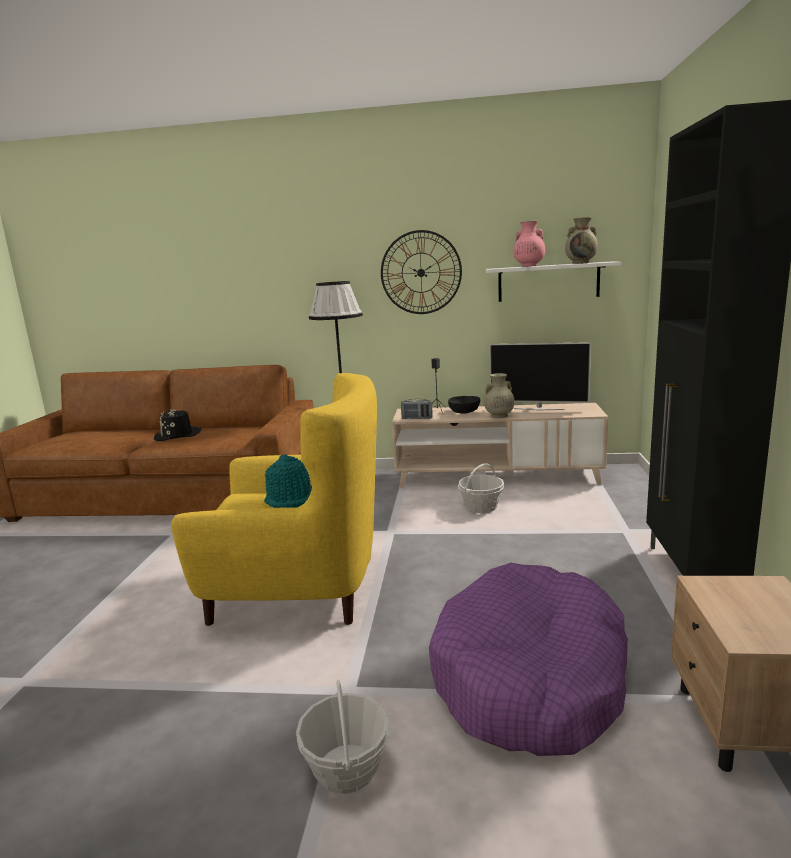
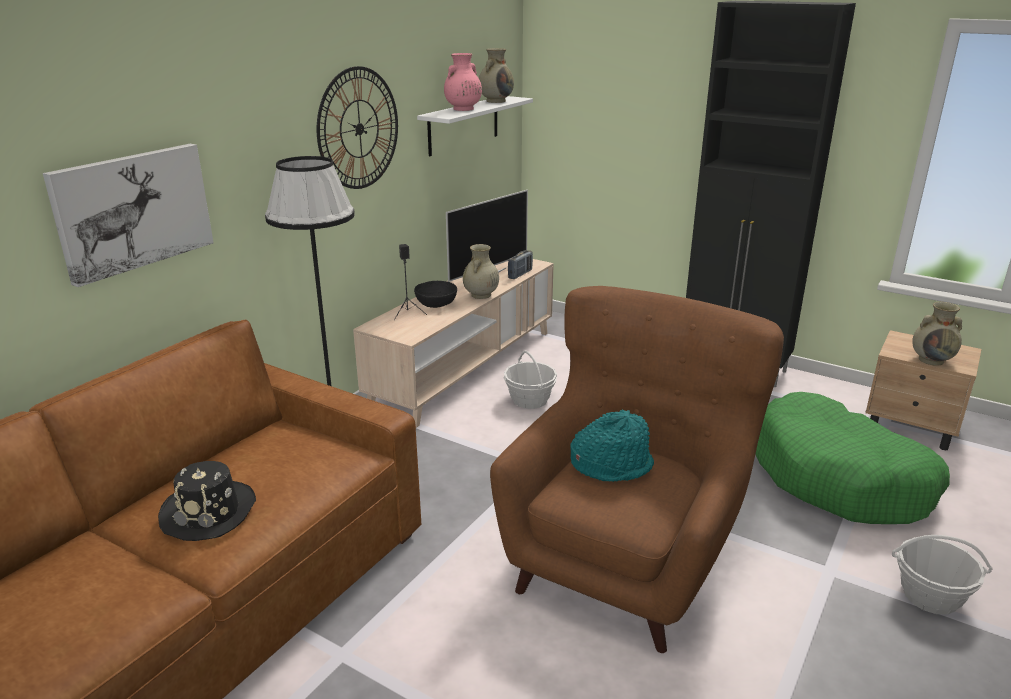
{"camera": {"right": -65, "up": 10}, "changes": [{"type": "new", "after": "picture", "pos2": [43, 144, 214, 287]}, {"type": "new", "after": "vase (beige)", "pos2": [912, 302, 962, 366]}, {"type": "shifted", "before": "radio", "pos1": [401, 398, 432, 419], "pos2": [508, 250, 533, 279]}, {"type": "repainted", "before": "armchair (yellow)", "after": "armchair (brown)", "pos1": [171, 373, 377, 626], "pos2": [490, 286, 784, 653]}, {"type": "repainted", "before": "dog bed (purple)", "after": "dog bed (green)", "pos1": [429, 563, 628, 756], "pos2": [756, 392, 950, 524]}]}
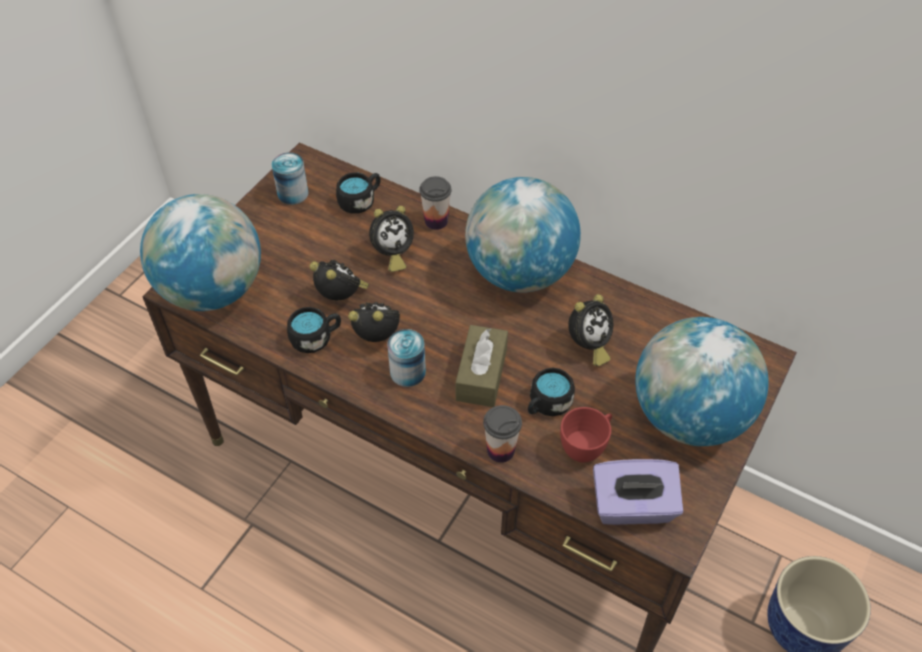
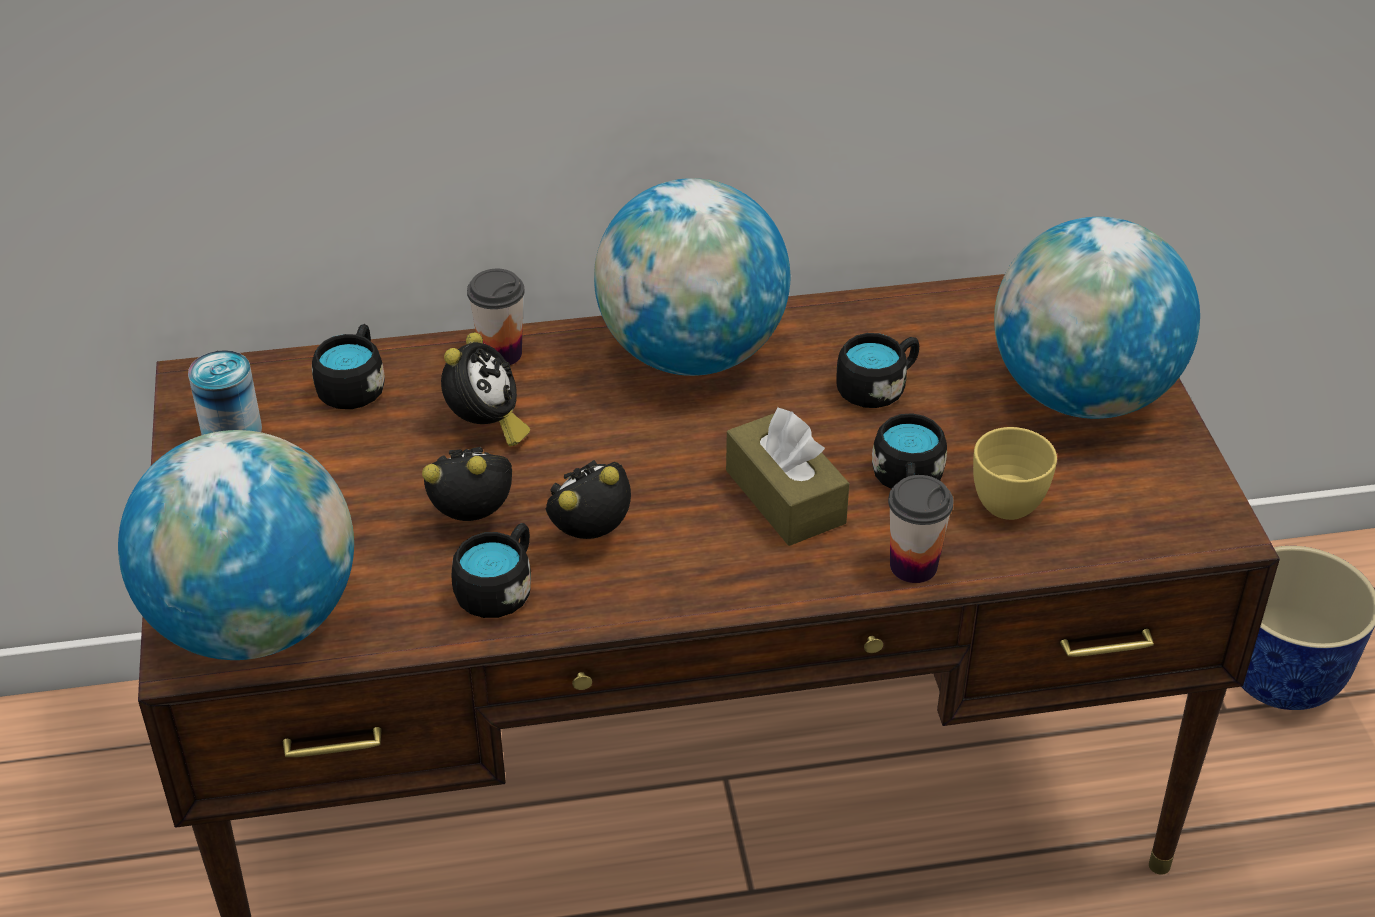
{"camera": {"right": -40, "up": -10}, "changes": [{"type": "gone", "before": "can", "pos1": [387, 329, 426, 387]}, {"type": "gone", "before": "tissue box (purple)", "pos1": [593, 459, 683, 525]}, {"type": "swapped", "before": "alarm clock", "after": "mug (black)", "pos1": [568, 294, 613, 366], "pos2": [837, 333, 919, 408]}, {"type": "repainted", "before": "cup (red)", "after": "cup (yellow)", "pos1": [560, 407, 612, 462], "pos2": [973, 427, 1057, 520]}]}
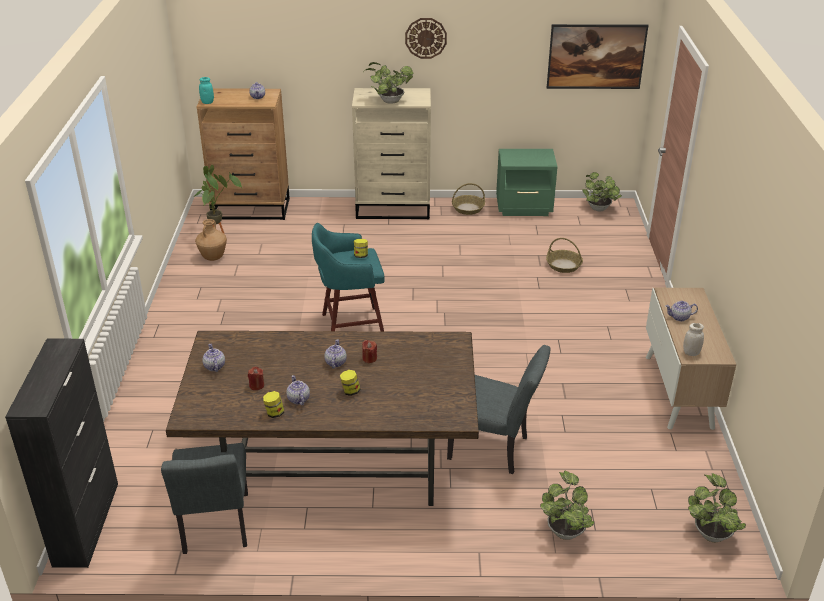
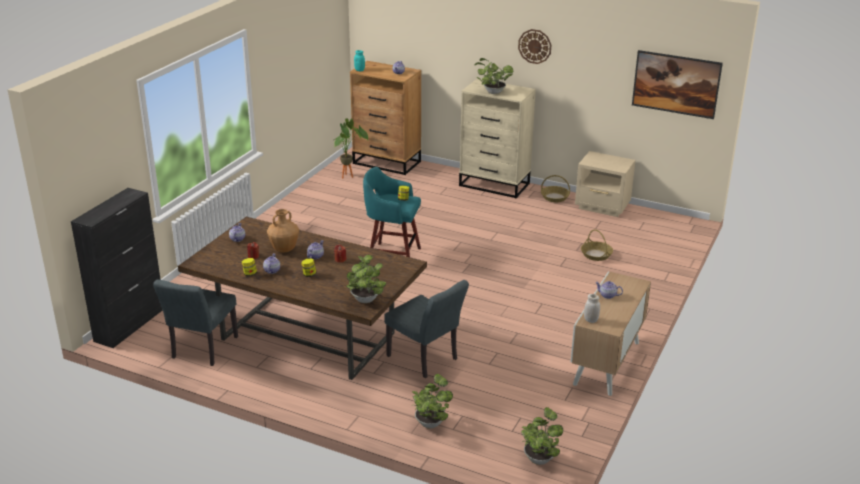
{"camera": {"right": 25, "up": -5}, "changes": [{"type": "shifted", "before": "vase (brown)", "pos1": [195, 219, 227, 261], "pos2": [267, 209, 299, 253]}, {"type": "shifted", "before": "potted plant", "pos1": [582, 172, 622, 211], "pos2": [346, 255, 386, 303]}, {"type": "repainted", "before": "nightstand (green)", "after": "nightstand (beige)", "pos1": [496, 149, 558, 216], "pos2": [575, 151, 636, 217]}]}
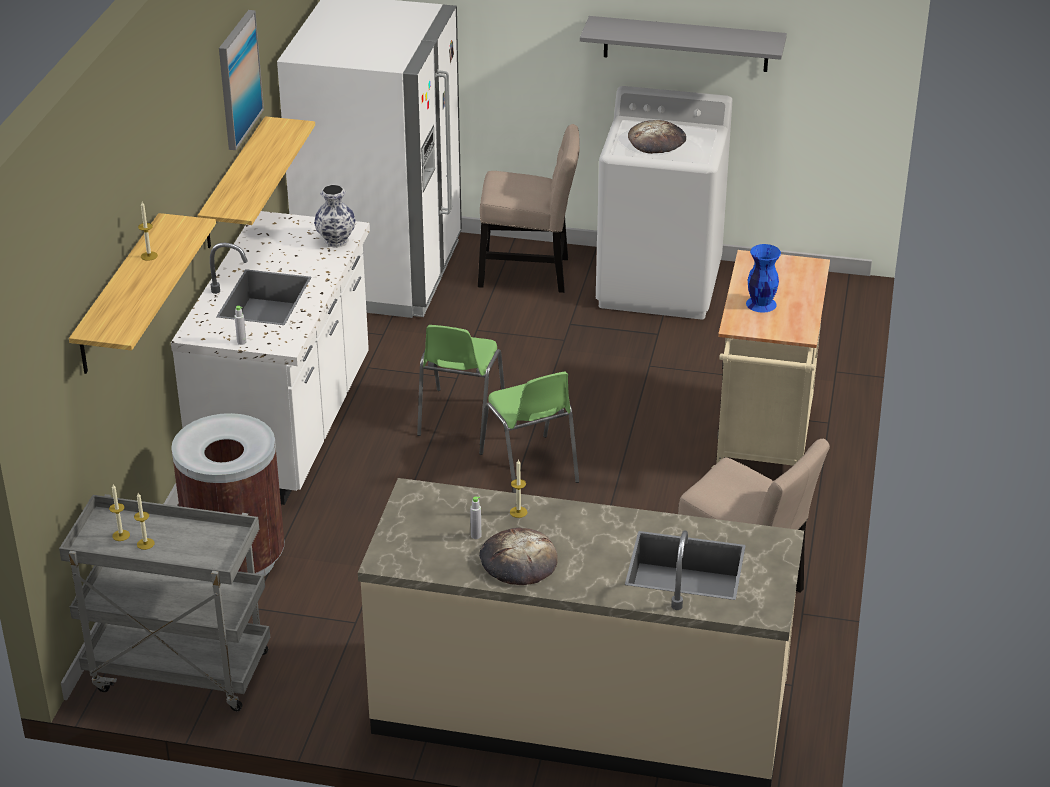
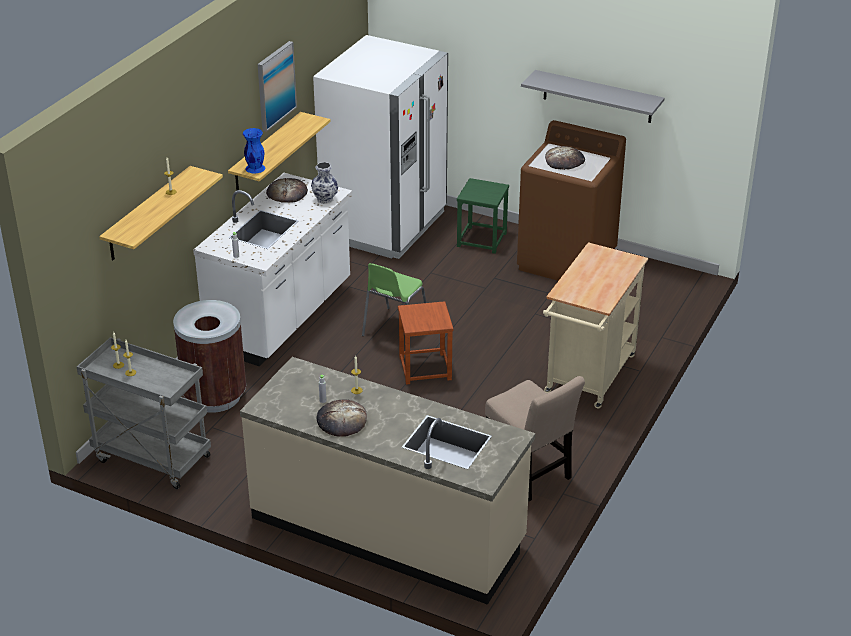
{"camera": {"right": 15, "up": 0}, "changes": [{"type": "new", "after": "bread", "pos2": [266, 178, 308, 203]}, {"type": "shifted", "before": "vase (blue)", "pos1": [746, 244, 781, 313], "pos2": [243, 128, 265, 173]}, {"type": "swapped", "before": "chair (beige)", "after": "stool (green)", "pos1": [478, 124, 580, 293], "pos2": [457, 178, 509, 254]}, {"type": "swapped", "before": "chair (green)", "after": "stool (brown)", "pos1": [479, 372, 579, 493], "pos2": [398, 301, 454, 385]}, {"type": "repainted", "before": "washing machine (white)", "after": "washing machine (brown)", "pos1": [596, 86, 733, 319], "pos2": [517, 120, 626, 281]}]}
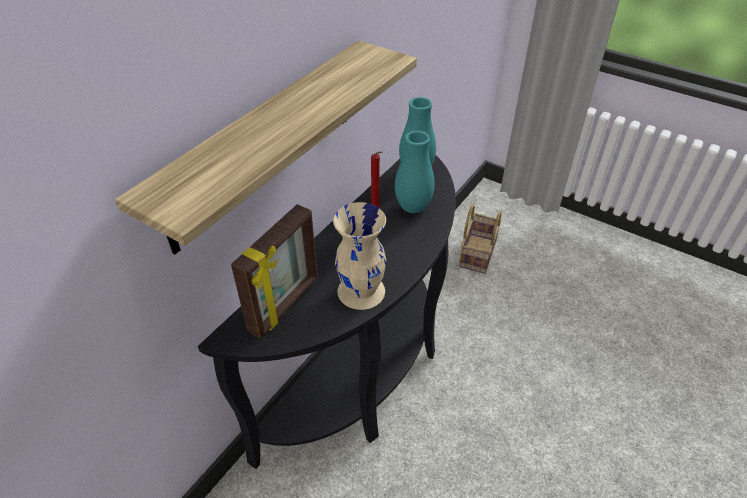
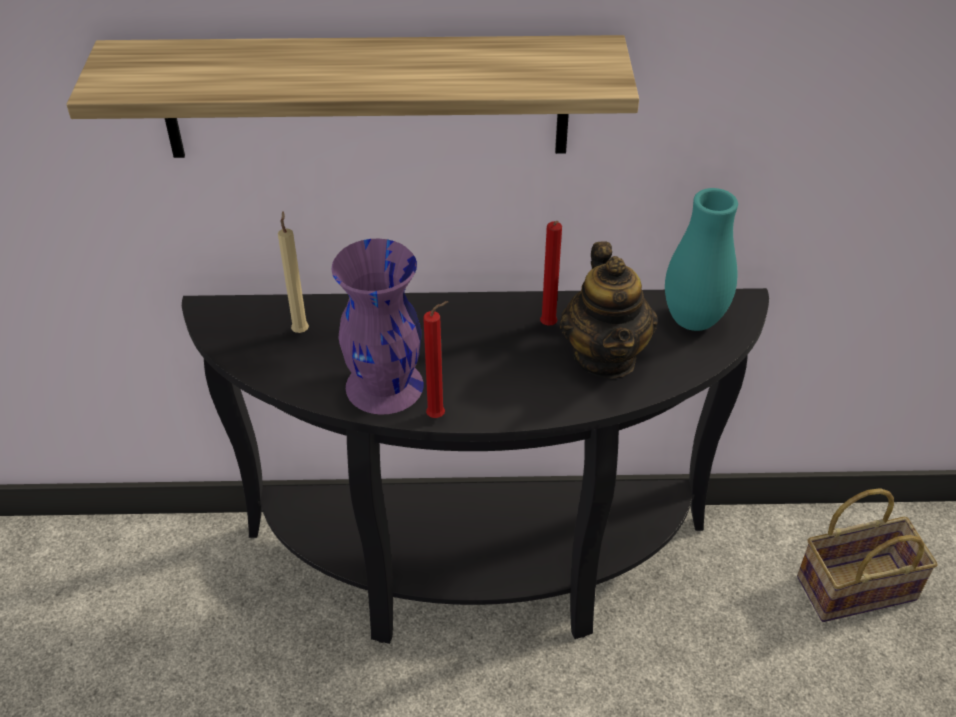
{"camera": {"right": 55, "up": 0}, "changes": [{"type": "new", "after": "candle (red)", "pos2": [423, 301, 449, 418]}, {"type": "swapped", "before": "picture frame", "after": "candle (beige)", "pos1": [231, 204, 318, 339], "pos2": [278, 211, 309, 333]}, {"type": "swapped", "before": "vase (turquoise)", "after": "teapot", "pos1": [395, 131, 435, 213], "pos2": [560, 241, 658, 379]}, {"type": "repainted", "before": "vase (beige)", "after": "vase (purple)", "pos1": [333, 202, 386, 310], "pos2": [331, 239, 423, 414]}]}
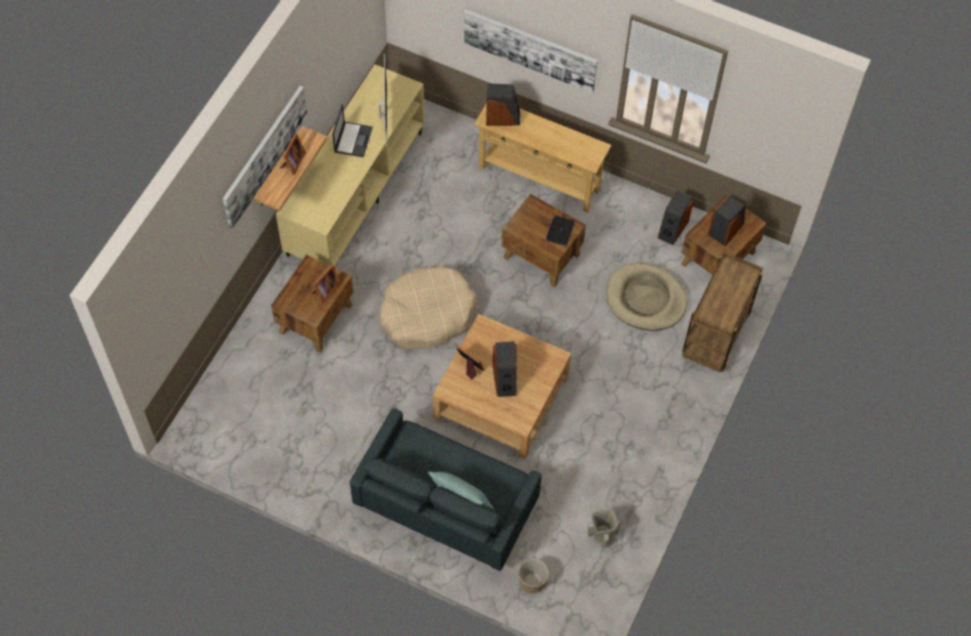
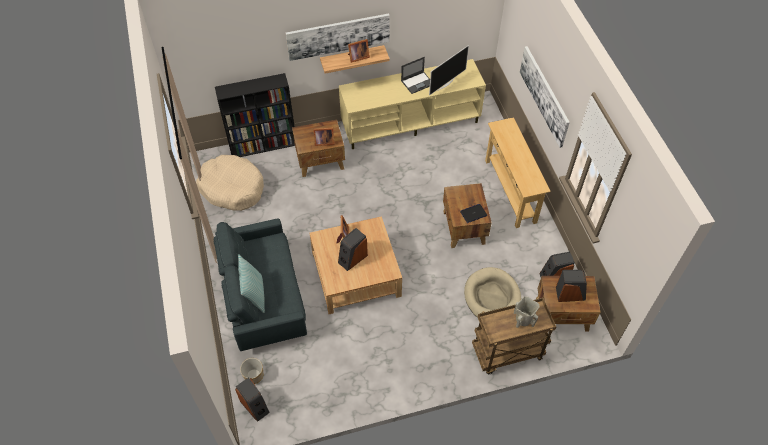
{"camera": {"right": 50, "up": -5}, "changes": [{"type": "new", "after": "bookcase (black)", "pos2": [215, 73, 295, 157]}, {"type": "shifted", "before": "dog bed (beige)", "pos1": [379, 267, 477, 349], "pos2": [196, 155, 264, 211]}, {"type": "shifted", "before": "speaker", "pos1": [486, 83, 520, 126], "pos2": [235, 377, 270, 422]}, {"type": "shifted", "before": "vase (beige)", "pos1": [588, 508, 621, 548], "pos2": [514, 296, 540, 328]}]}
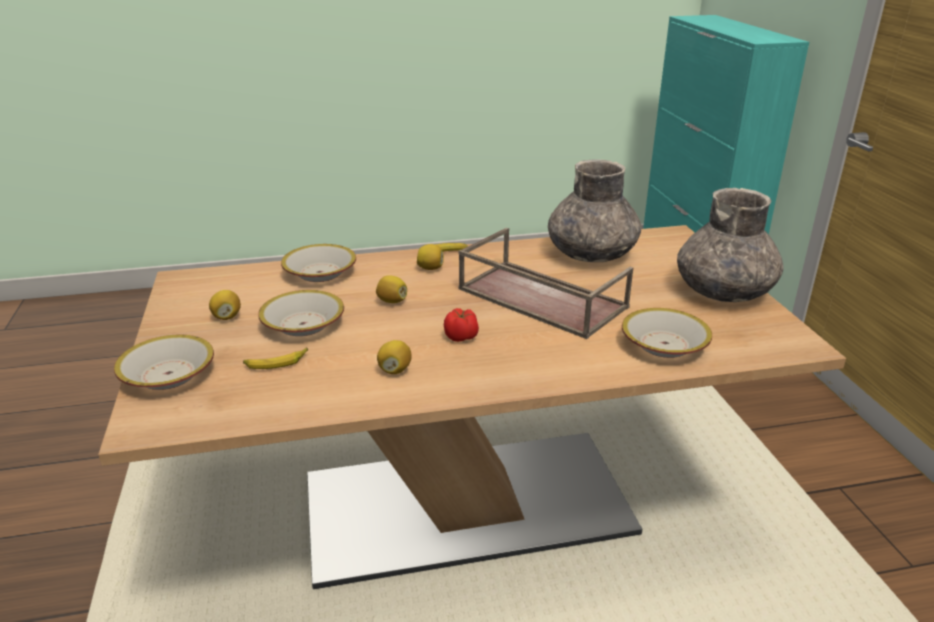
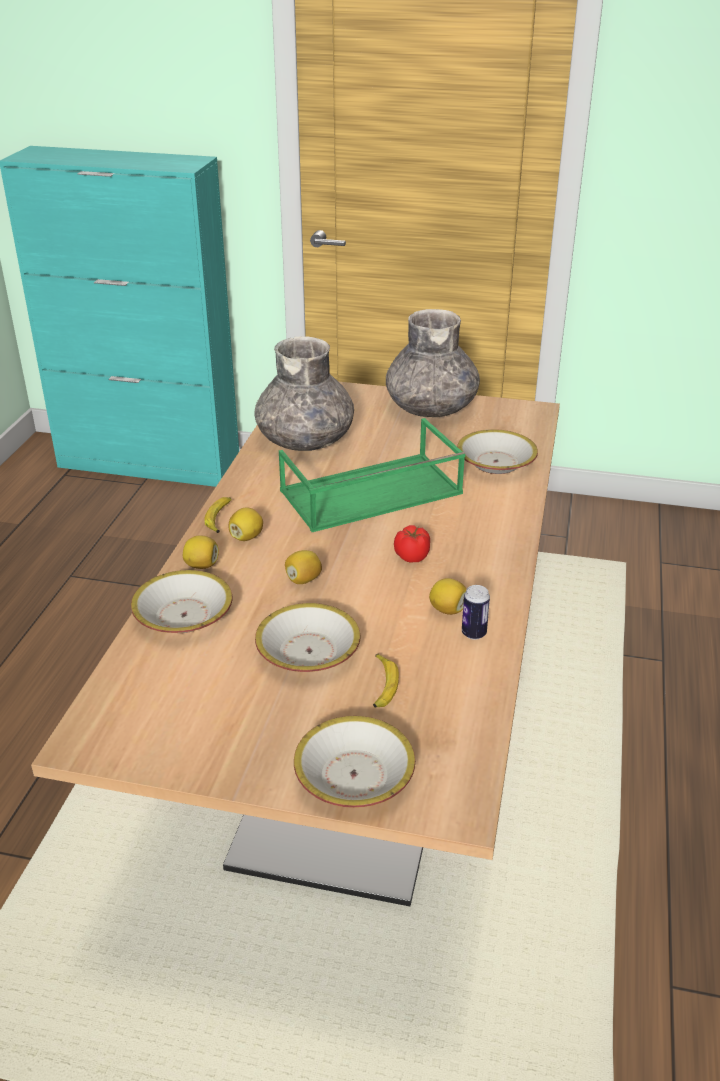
{"camera": {"right": -65, "up": 5}, "changes": [{"type": "new", "after": "can", "pos2": [462, 585, 490, 640]}, {"type": "shifted", "before": "lemon", "pos1": [209, 290, 241, 320], "pos2": [183, 536, 219, 569]}, {"type": "repainted", "before": "tray (brown)", "after": "tray (green)", "pos1": [459, 228, 633, 339], "pos2": [279, 418, 465, 532]}]}
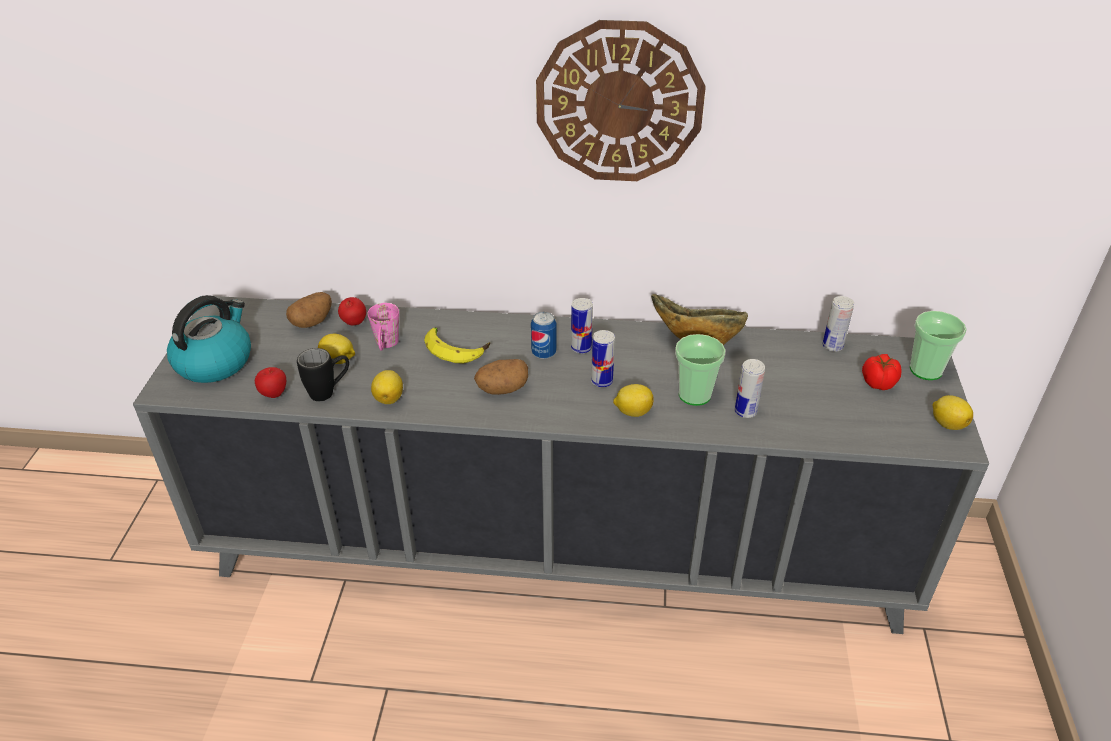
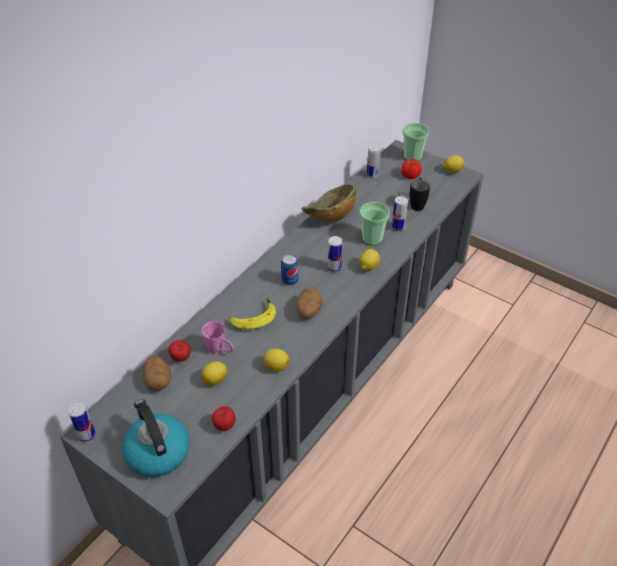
{"camera": {"right": -60, "up": 5}, "changes": [{"type": "gone", "before": "wall clock", "pos1": [536, 20, 706, 181]}, {"type": "shifted", "before": "mug (black)", "pos1": [297, 348, 349, 401], "pos2": [410, 178, 430, 211]}, {"type": "shifted", "before": "can", "pos1": [571, 298, 593, 354], "pos2": [68, 402, 96, 442]}]}
